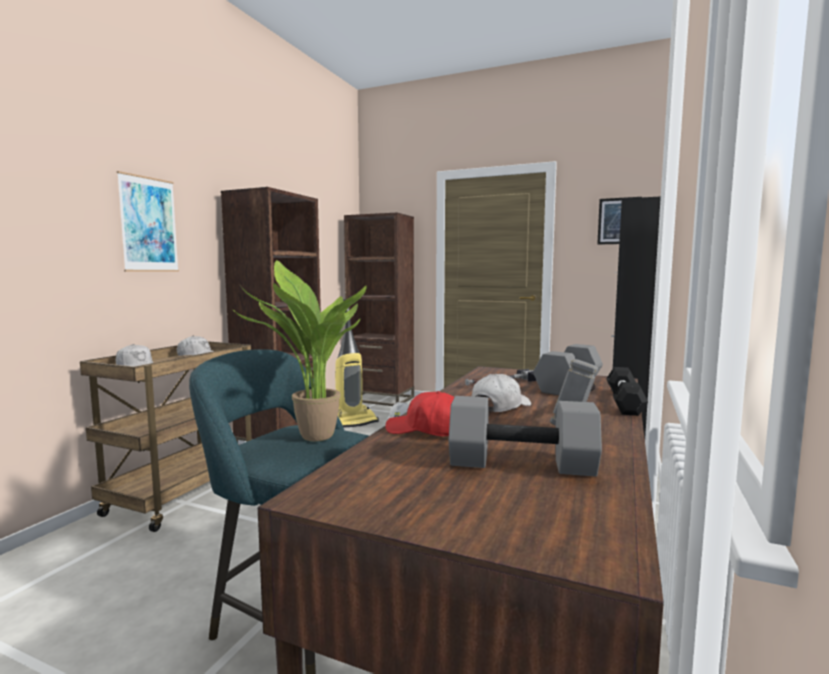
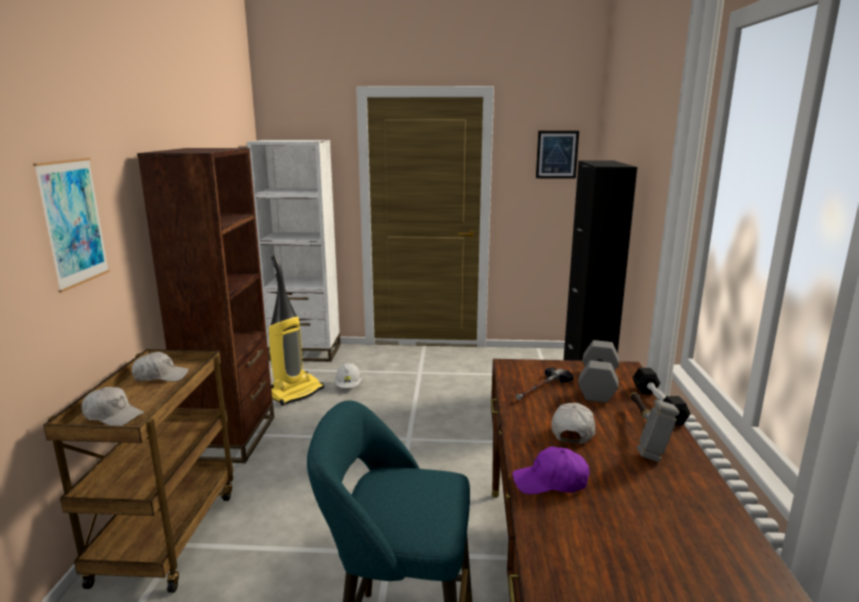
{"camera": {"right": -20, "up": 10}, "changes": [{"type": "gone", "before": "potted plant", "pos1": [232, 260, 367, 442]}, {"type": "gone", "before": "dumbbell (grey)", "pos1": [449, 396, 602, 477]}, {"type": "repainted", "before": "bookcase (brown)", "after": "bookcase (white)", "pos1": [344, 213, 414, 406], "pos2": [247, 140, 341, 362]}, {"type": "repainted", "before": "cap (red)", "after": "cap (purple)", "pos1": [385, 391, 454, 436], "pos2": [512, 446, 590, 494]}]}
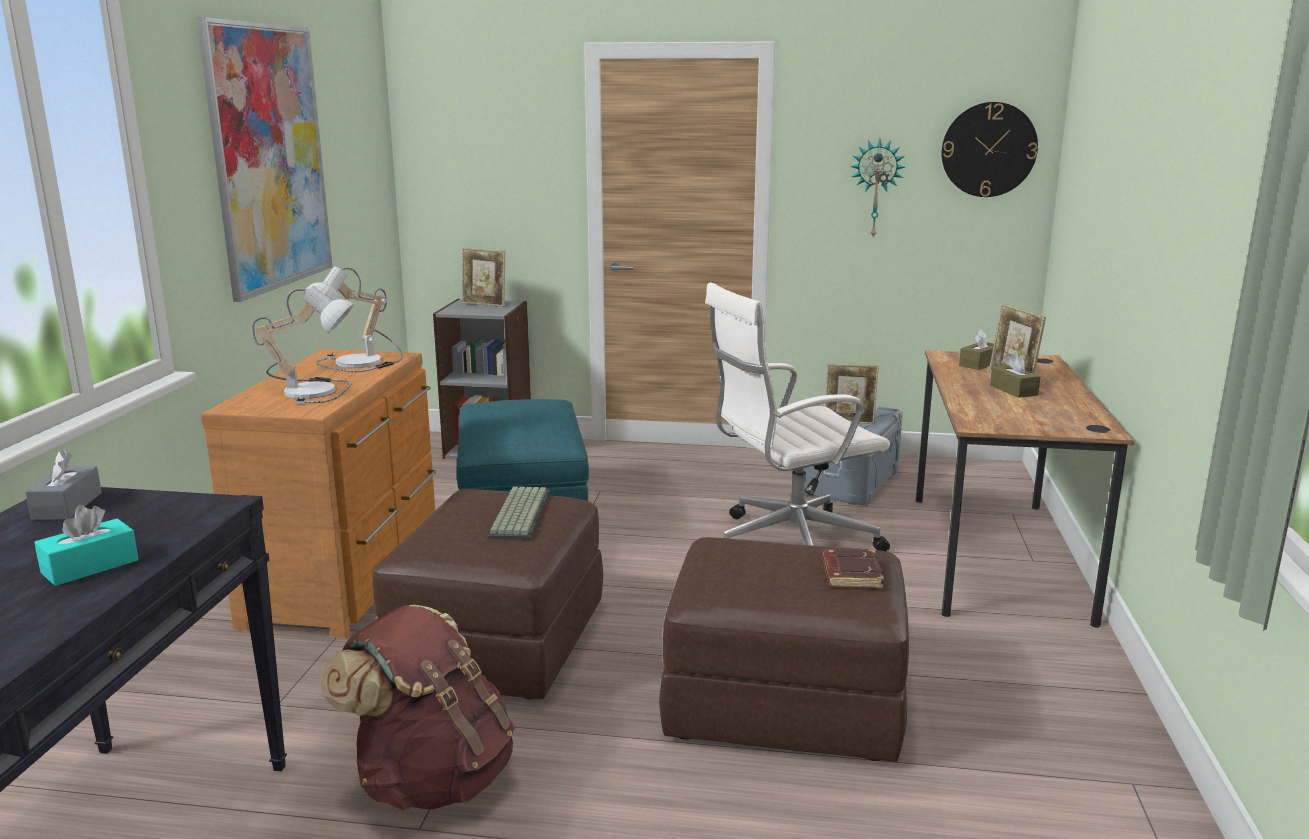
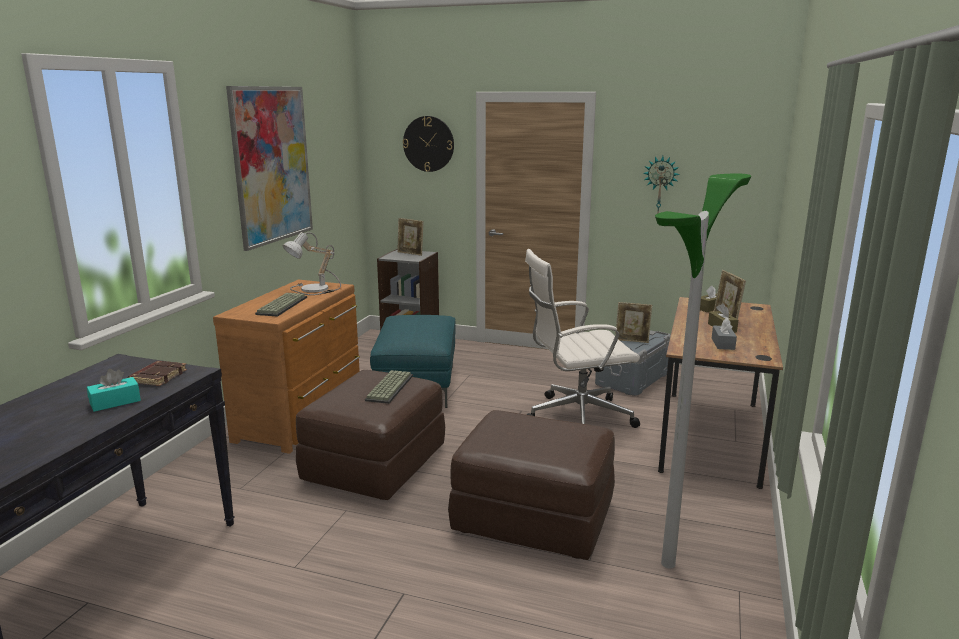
{"camera": {"right": 10, "up": 0}, "changes": [{"type": "gone", "before": "backpack (brown)", "pos1": [320, 605, 515, 811]}, {"type": "new", "after": "floor lamp", "pos2": [655, 174, 751, 569]}, {"type": "shifted", "before": "tissue box (grey)", "pos1": [26, 450, 102, 520], "pos2": [712, 318, 737, 350]}, {"type": "shifted", "before": "book (brown)", "pos1": [823, 549, 884, 588], "pos2": [128, 361, 187, 386]}, {"type": "shifted", "before": "wall clock", "pos1": [942, 102, 1038, 197], "pos2": [403, 116, 454, 172]}, {"type": "swapped", "before": "table lamp", "after": "keyboard", "pos1": [252, 286, 354, 404], "pos2": [255, 293, 307, 317]}]}
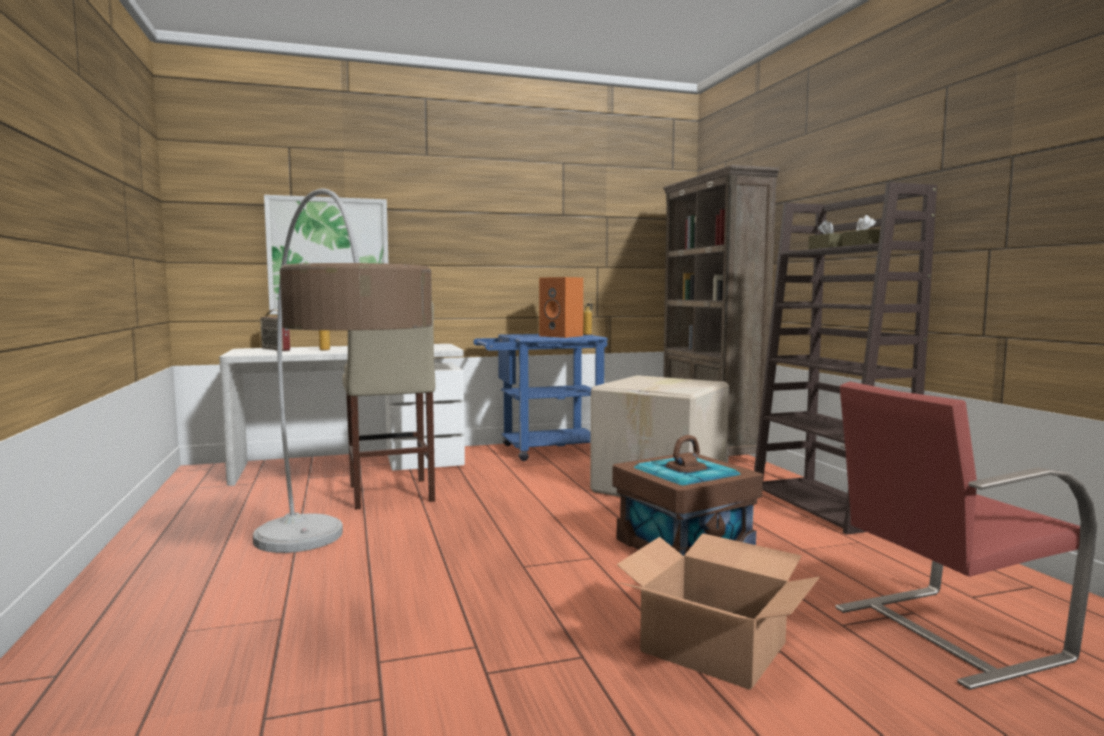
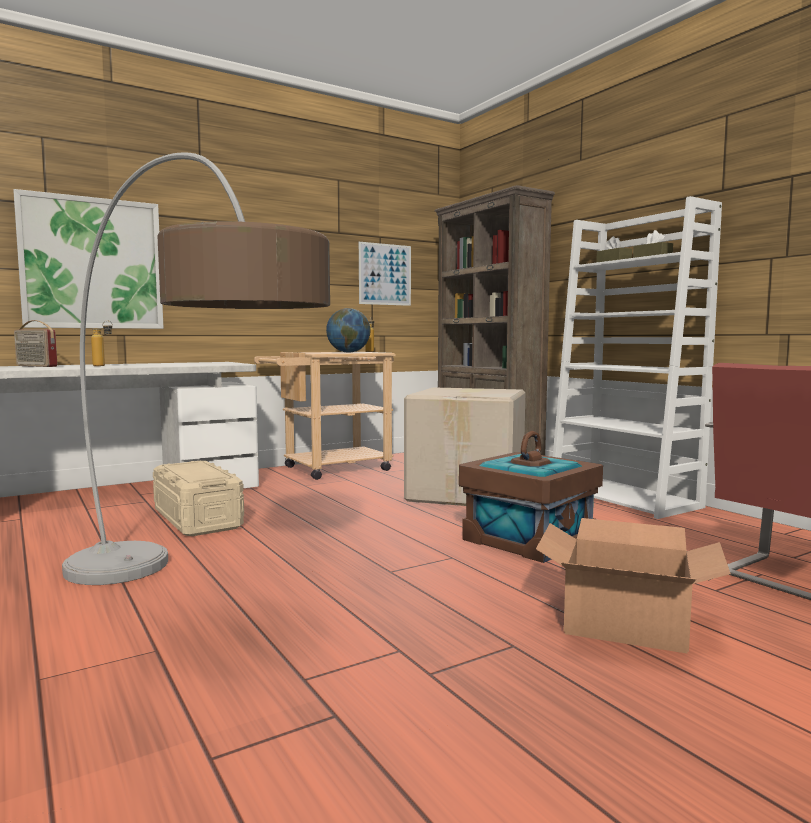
{"camera": {"right": -15, "up": 0}, "changes": [{"type": "new", "after": "picture", "pos2": [359, 242, 411, 306]}, {"type": "swapped", "before": "stool (beige)", "after": "storage box (beige)", "pos1": [342, 302, 435, 510], "pos2": [153, 461, 244, 536]}, {"type": "swapped", "before": "speaker (orange)", "after": "globe", "pos1": [539, 277, 583, 338], "pos2": [326, 308, 371, 353]}, {"type": "repainted", "before": "cart (blue)", "after": "cart (beige)", "pos1": [473, 334, 608, 461], "pos2": [254, 352, 396, 480]}, {"type": "repainted", "before": "bookcase (brown)", "after": "bookcase (white)", "pos1": [754, 182, 937, 535], "pos2": [553, 196, 722, 519]}]}
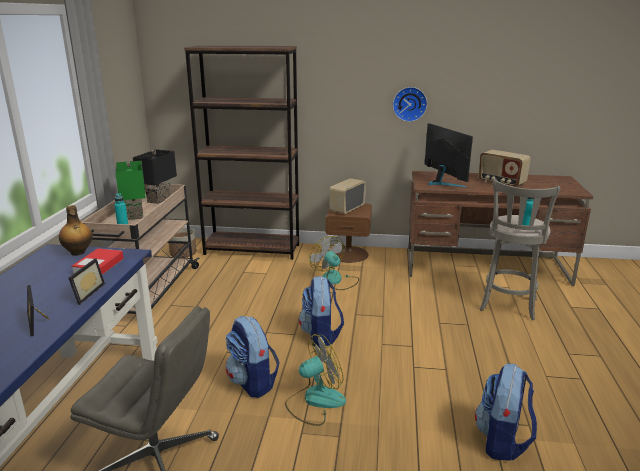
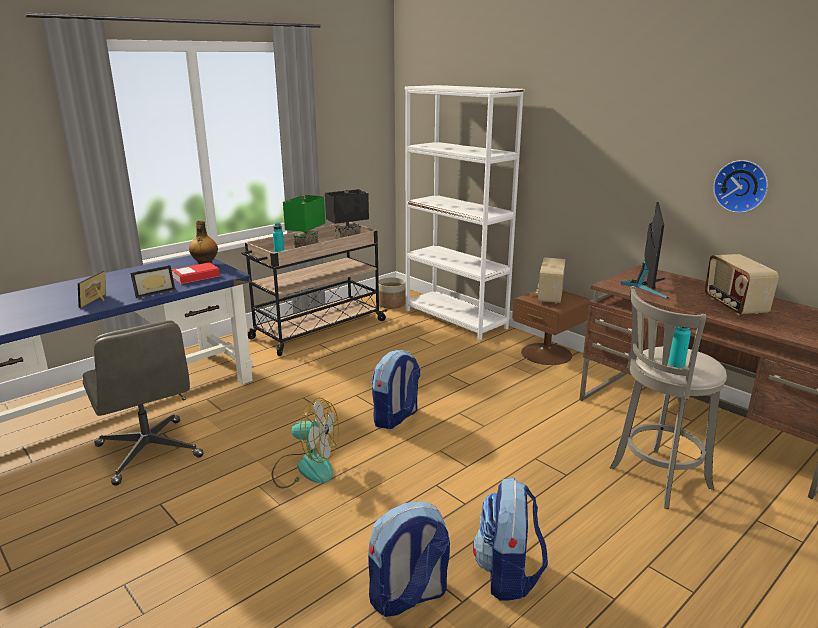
{"camera": {"right": 40, "up": 0}, "changes": [{"type": "gone", "before": "fan", "pos1": [309, 236, 359, 290]}, {"type": "shifted", "before": "backpack", "pos1": [226, 316, 280, 398], "pos2": [473, 478, 548, 601]}, {"type": "shifted", "before": "wall clock", "pos1": [393, 87, 427, 122], "pos2": [713, 160, 768, 213]}, {"type": "repainted", "before": "bookcase (brown)", "after": "bookcase (white)", "pos1": [184, 45, 299, 260], "pos2": [405, 85, 524, 340]}, {"type": "rotated", "before": "radio", "pos1": [329, 178, 366, 214], "pos2": [536, 257, 566, 304], "turn": -60}]}
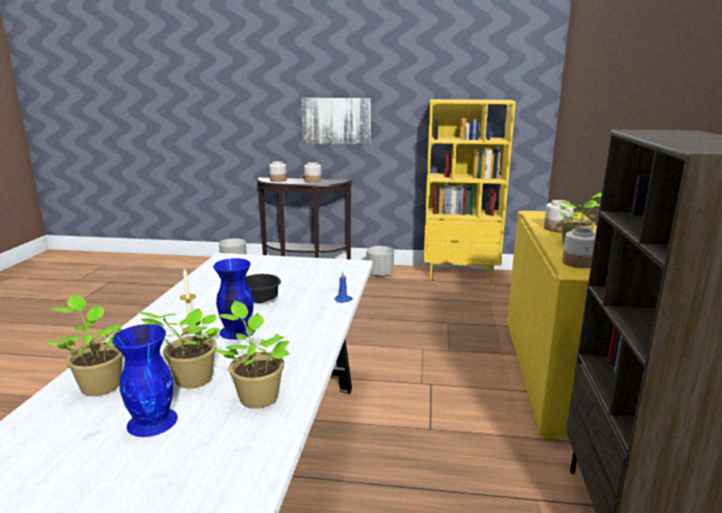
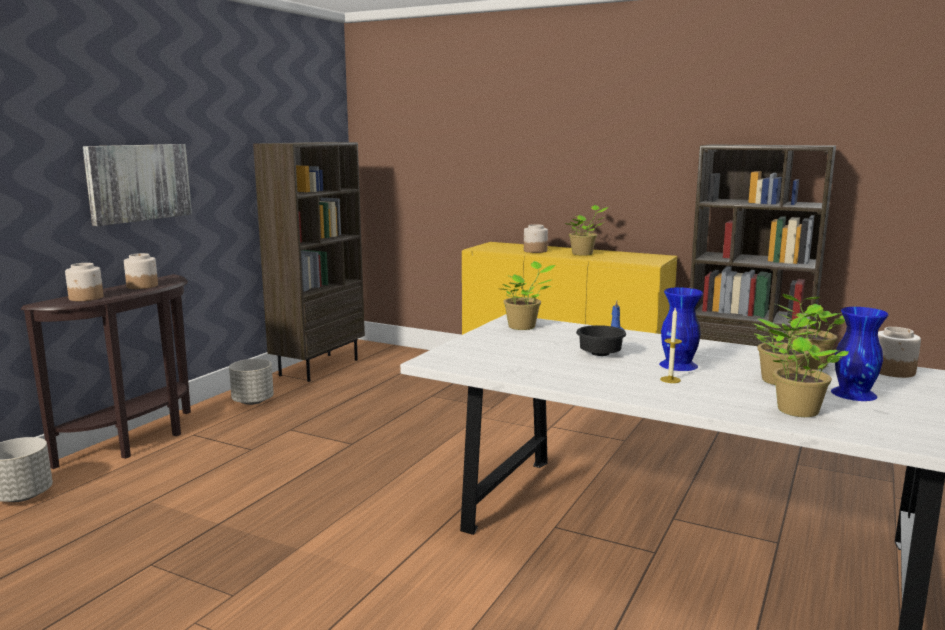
{"camera": {"right": -70, "up": -5}, "changes": [{"type": "new", "after": "potted plant", "pos2": [502, 261, 555, 330]}, {"type": "shifted", "before": "jar", "pos1": [562, 228, 596, 268], "pos2": [878, 327, 921, 378]}, {"type": "repainted", "before": "bookcase (yellow)", "after": "bookcase (brown)", "pos1": [424, 99, 516, 283], "pos2": [253, 142, 365, 382]}]}
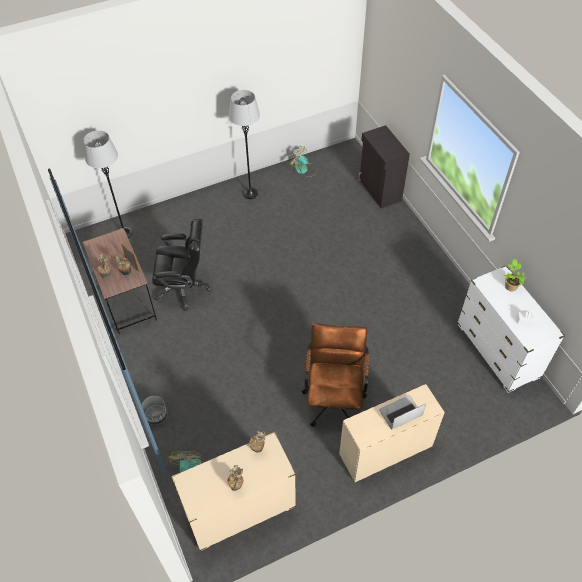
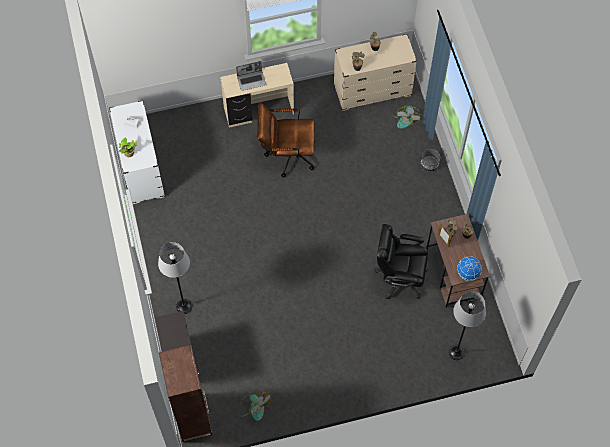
{"camera": {"right": -170, "up": 10}, "changes": [{"type": "new", "after": "bookcase (brown)", "pos2": [159, 345, 212, 442]}, {"type": "new", "after": "globe", "pos2": [457, 256, 482, 281]}, {"type": "shifted", "before": "floor lamp (grey)", "pos1": [229, 90, 260, 199], "pos2": [158, 242, 192, 314]}, {"type": "rotated", "before": "office chair (brown)", "pos1": [302, 324, 369, 427], "pos2": [257, 102, 315, 178], "turn": 75}]}
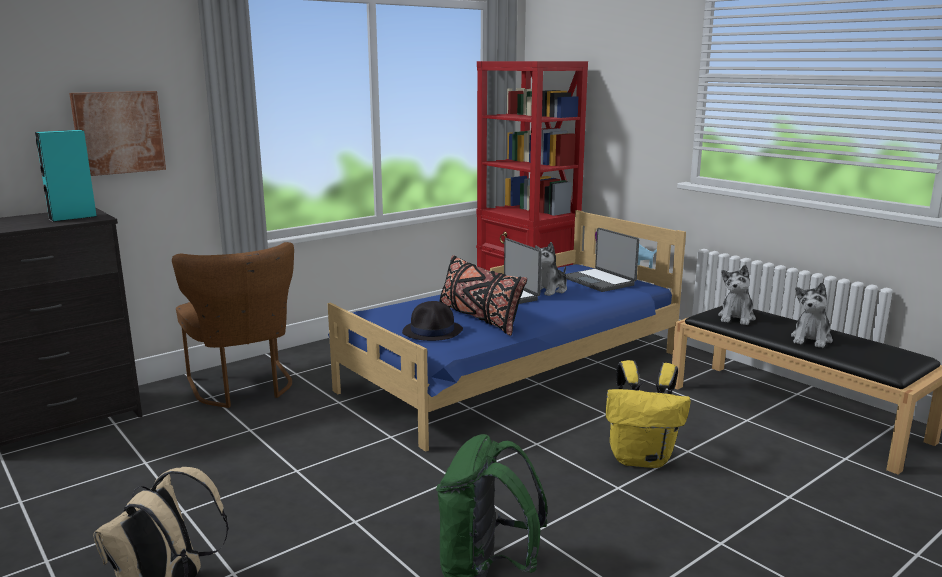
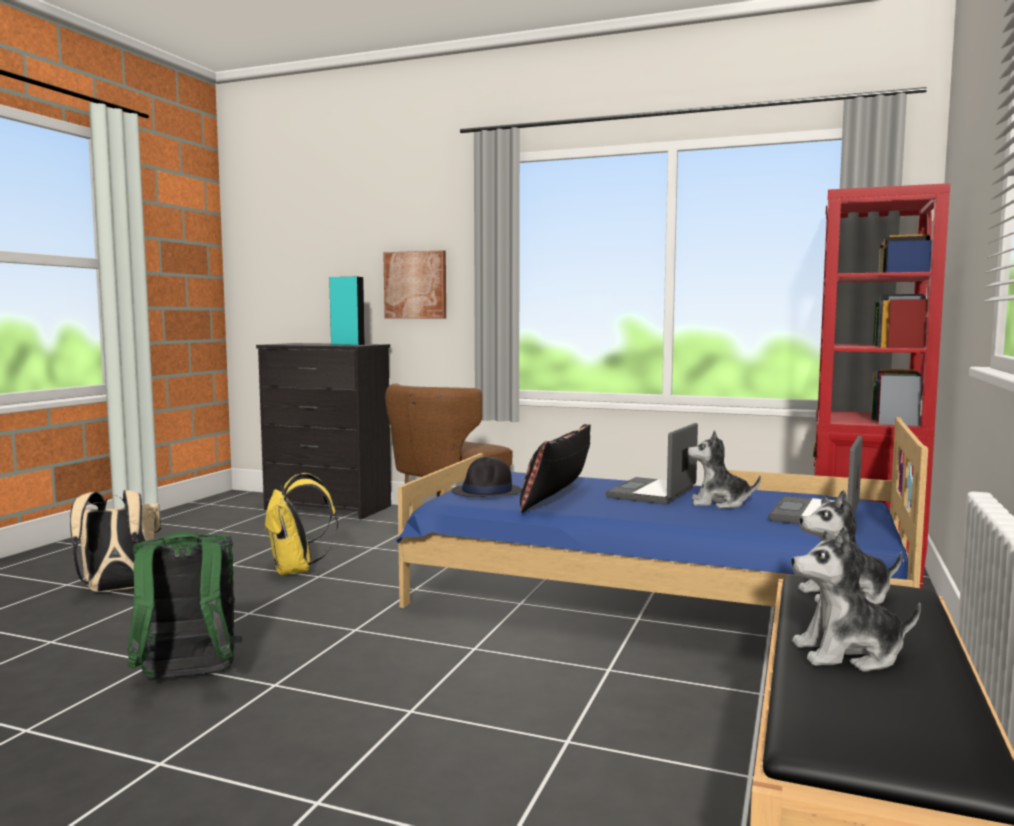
{"camera": {"right": 60, "up": -10}, "changes": [{"type": "shifted", "before": "backpack (yellow)", "pos1": [606, 360, 691, 468], "pos2": [264, 473, 338, 575]}]}
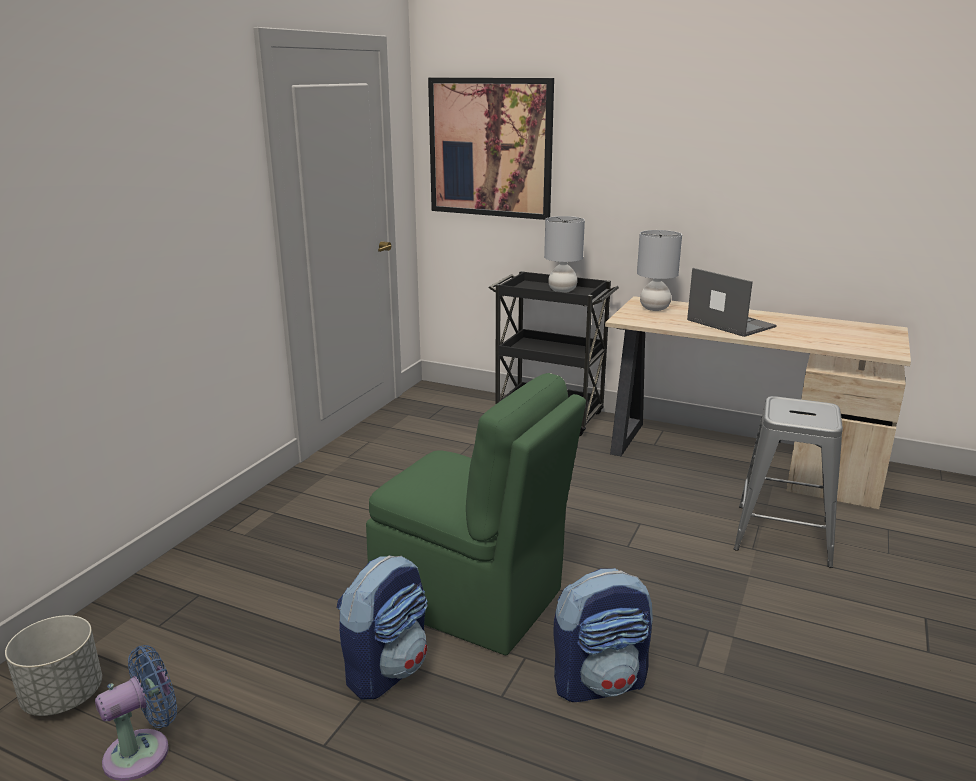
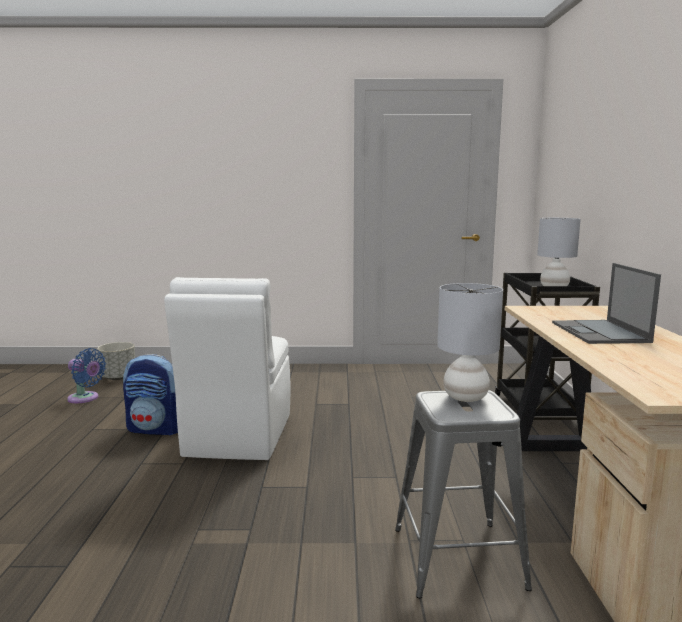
{"camera": {"right": 65, "up": -10}, "changes": [{"type": "gone", "before": "picture", "pos1": [428, 78, 554, 220]}, {"type": "gone", "before": "backpack", "pos1": [553, 568, 653, 702]}, {"type": "shifted", "before": "table lamp (grey)", "pos1": [637, 230, 682, 311], "pos2": [437, 283, 503, 402]}, {"type": "repainted", "before": "chair (green)", "after": "chair (white)", "pos1": [366, 373, 586, 655], "pos2": [164, 277, 290, 460]}, {"type": "rotated", "before": "laptop", "pos1": [687, 268, 776, 337], "pos2": [552, 263, 661, 344], "turn": 150}]}
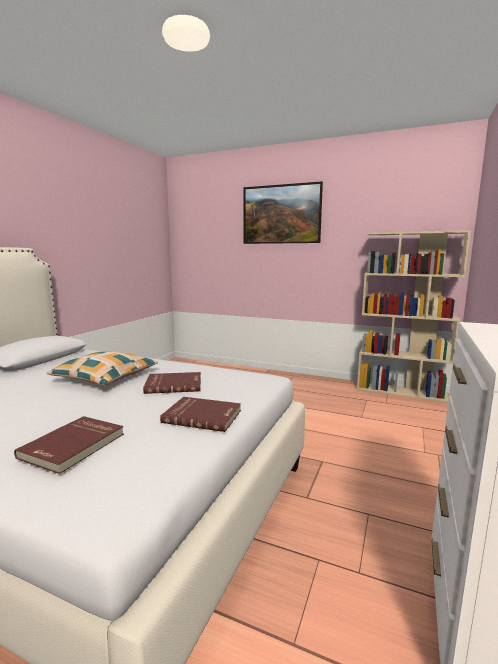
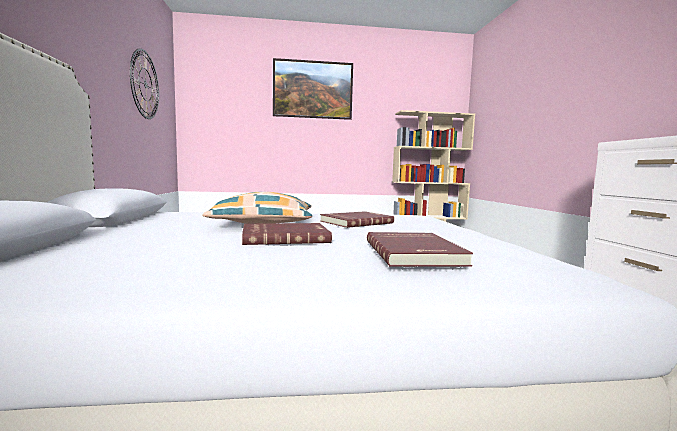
{"camera": {"right": -30, "up": -5}, "changes": [{"type": "new", "after": "wall clock", "pos2": [130, 48, 159, 119]}, {"type": "shifted", "before": "book (red)", "pos1": [160, 397, 241, 432], "pos2": [242, 223, 332, 245]}]}
